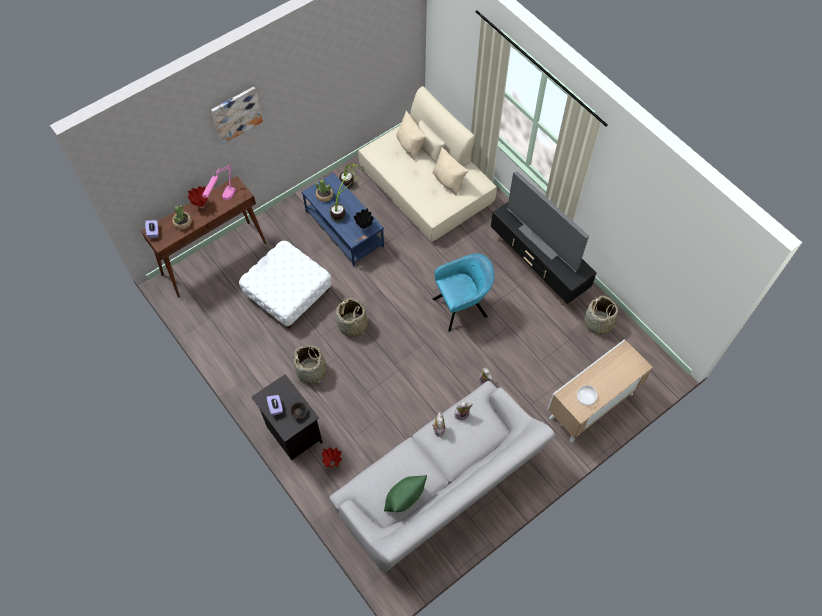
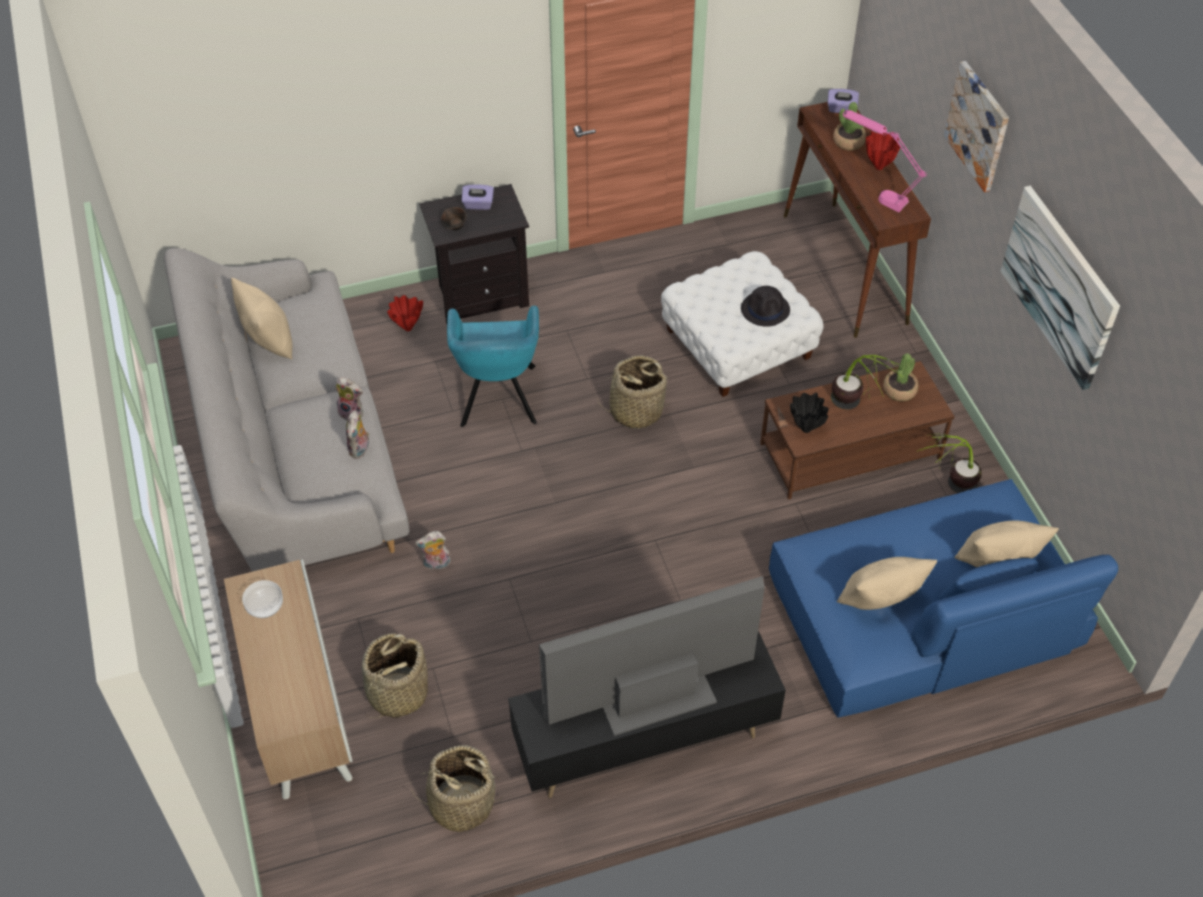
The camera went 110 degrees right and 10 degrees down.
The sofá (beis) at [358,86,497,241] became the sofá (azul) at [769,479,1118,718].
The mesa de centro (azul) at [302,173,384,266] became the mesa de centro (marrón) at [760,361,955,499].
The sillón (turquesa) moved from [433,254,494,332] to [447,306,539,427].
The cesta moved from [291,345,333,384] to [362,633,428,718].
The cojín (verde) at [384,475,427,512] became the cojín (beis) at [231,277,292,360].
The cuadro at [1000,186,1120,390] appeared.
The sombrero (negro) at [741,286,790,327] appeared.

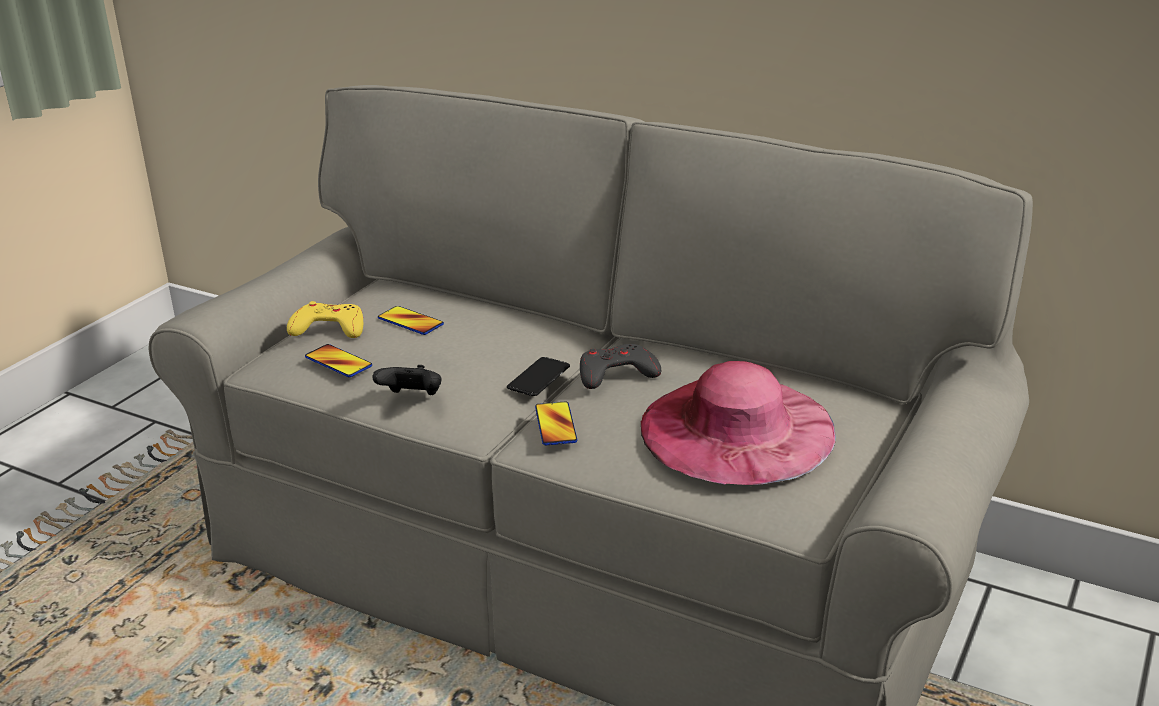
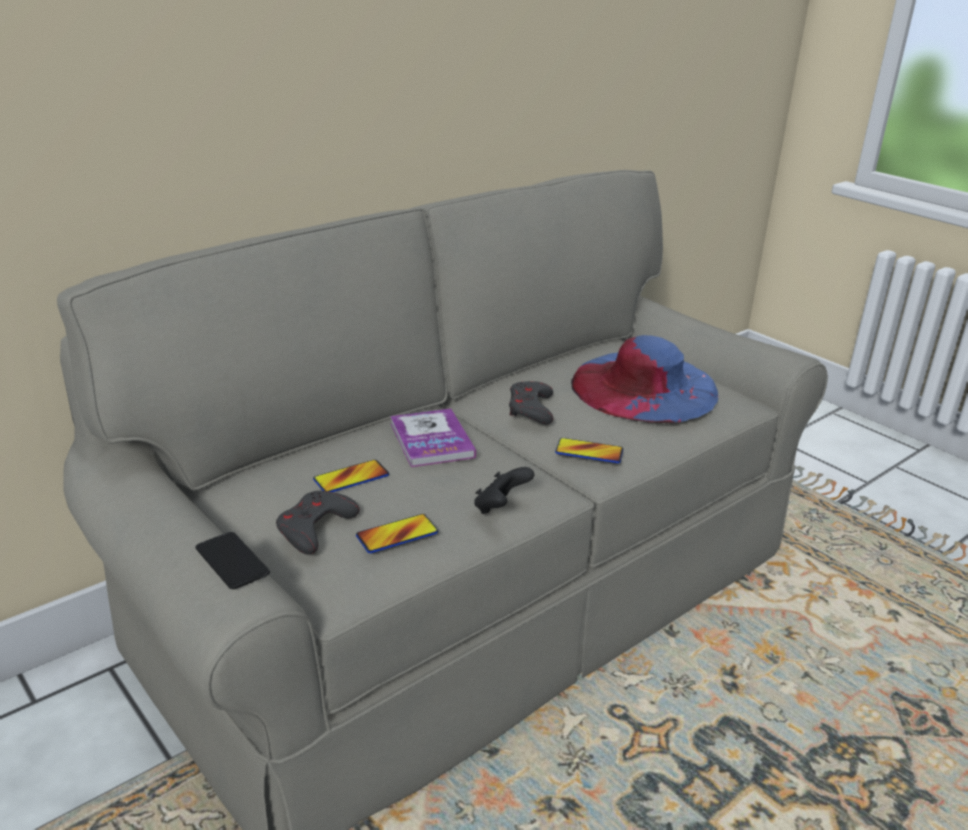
The camera went 70 degrees left and 0 degrees up.
The mando de consola (amarillo) at [287,301,363,338] became the mando de consola (gris) at [276,491,360,555].
The móvil moved from [507,357,570,396] to [195,532,270,589].
The sombrero (rosa) at [641,361,836,485] became the sombrero (azul) at [571,335,718,423].
The libro at [390,409,476,467] appeared.

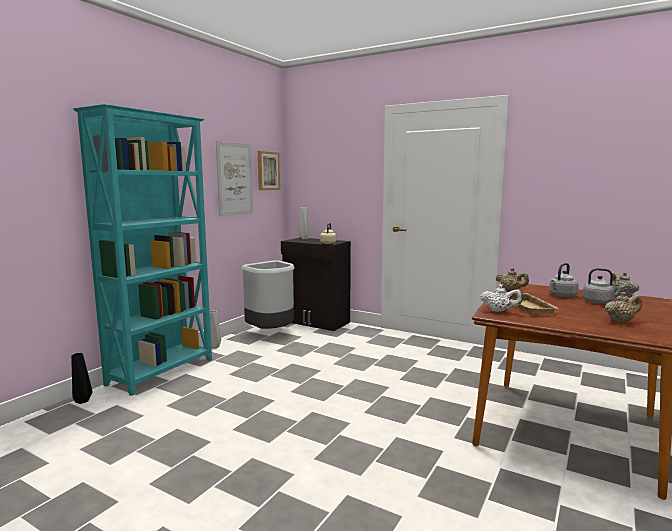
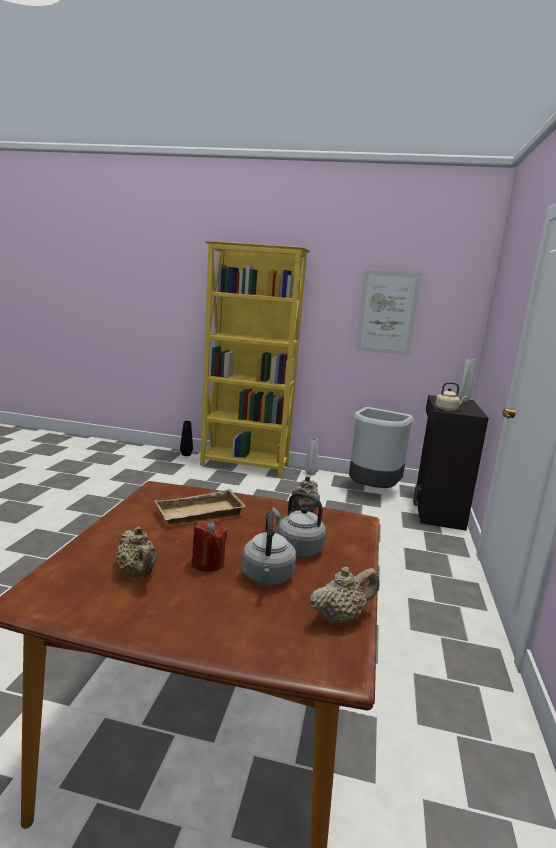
The camera went 70 degrees right and 5 degrees up.
The estantería (turquesa) at [73,104,212,396] became the estantería (amarillo) at [200,241,310,478].
The cuadro at [258,151,280,190] disappeared.
The tetera (blanco) at [480,284,522,312] disappeared.
The vela (rojo) at [192,519,227,572] appeared.

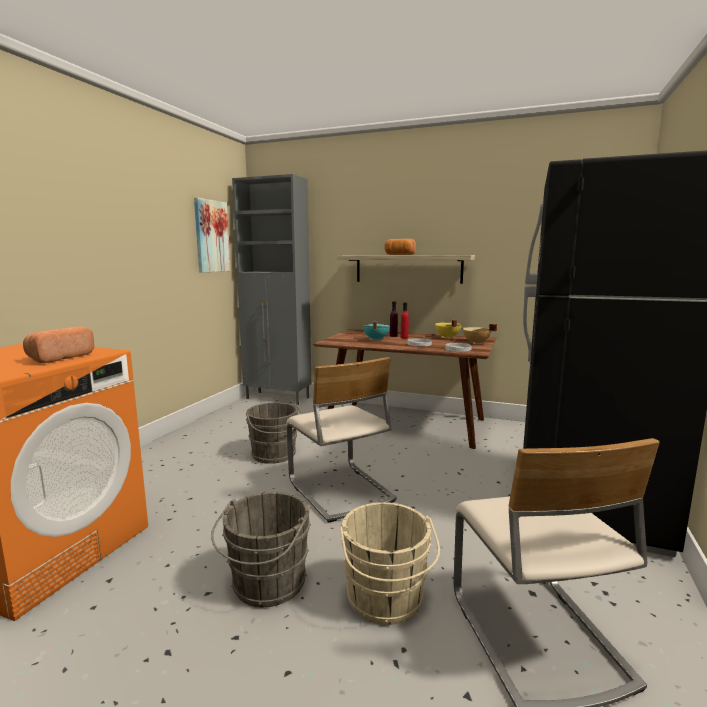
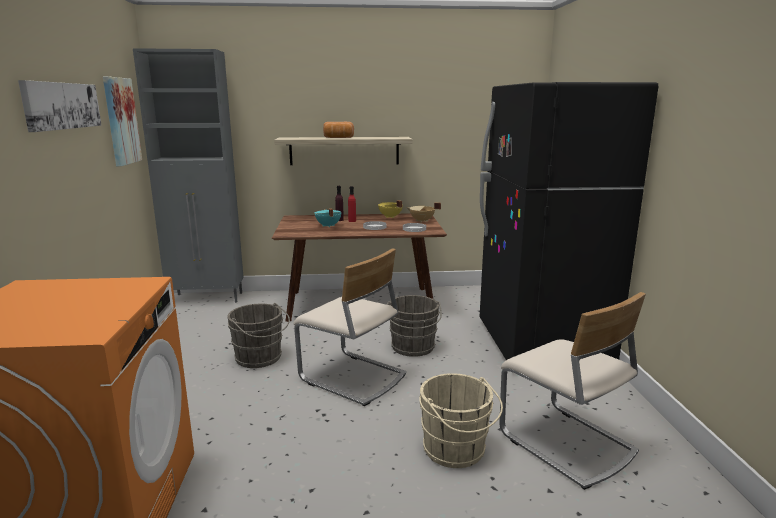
The camera went 25 degrees left and 5 degrees up.
The pan at [23,326,94,363] disappeared.
The cubo (gris) moved from [211,492,311,607] to [387,295,442,357].
The cuadro at [18,80,102,132] appeared.

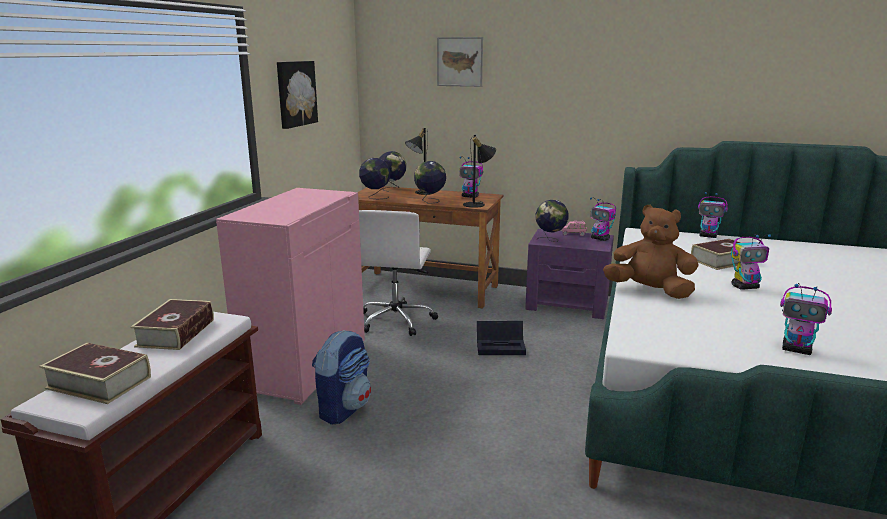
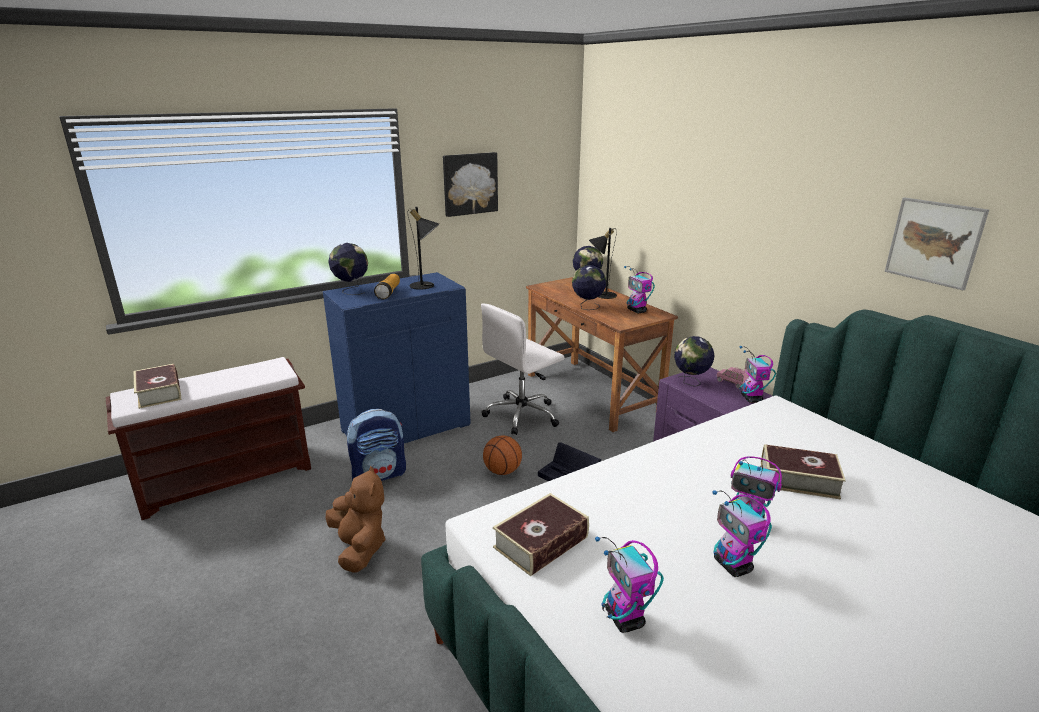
The camera went 40 degrees right and 5 degrees up.
The cuadro moved from [437,37,483,87] to [885,197,989,290].
The lámpara de mesa (negro) moved from [463,135,496,208] to [408,207,439,290].
The globo terráqueo moved from [359,158,390,199] to [328,243,368,295].
The armario (rosa) at [216,188,365,405] became the armario (azul) at [323,272,471,443].
The robot de juguete moved from [698,192,728,238] to [712,490,772,577].
The peluche (marrón) moved from [603,205,699,299] to [326,466,385,573].
The libro moved from [131,299,214,350] to [493,493,589,576].
The linterna at [374,274,400,300] appeared.
The balón de baloncesto at [483,435,522,475] appeared.

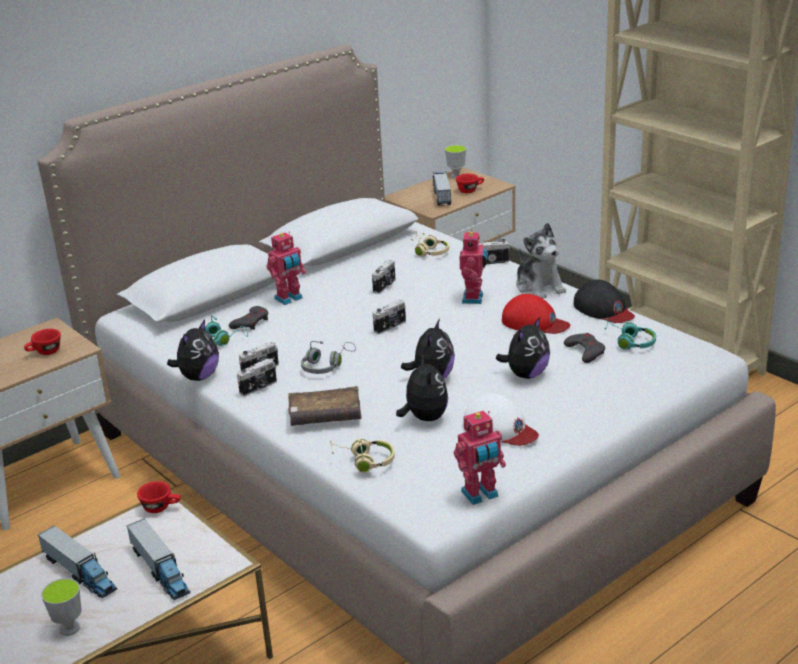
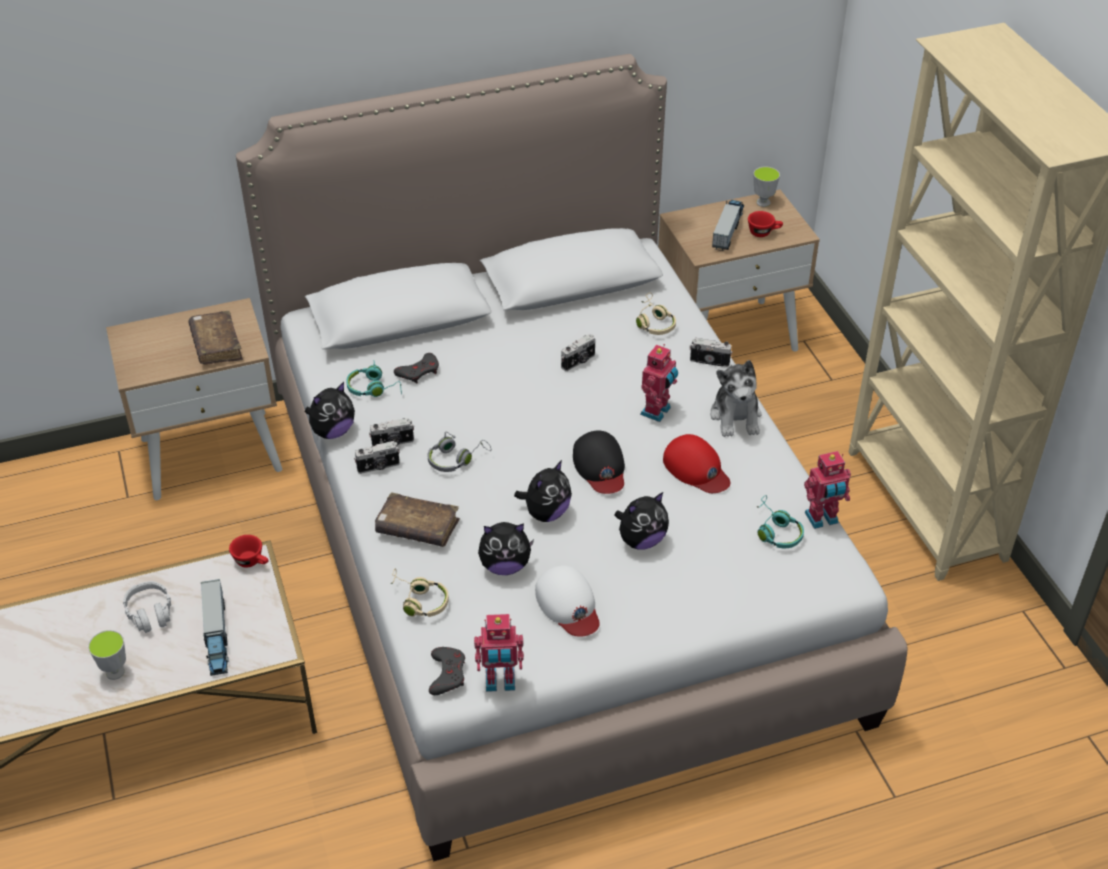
The camera went 20 degrees right and 15 degrees up.
The robot de juguete moved from [266,231,306,305] to [804,451,851,529].
The gorra (negro) moved from [574,279,635,323] to [573,430,625,494].
The cámara at [373,300,406,334] disappeared.
The taza (rojo) at [24,329,61,355] was replaced by the libro (marrón) at [188,311,243,365].
The mando de consola (gris) moved from [564,333,605,363] to [429,647,465,695].
The peluche at [396,354,448,421] turned 75 degrees clockwise.
The camión de juguete at [38,525,117,599] was replaced by the auriculares (gris) at [123,581,171,633].

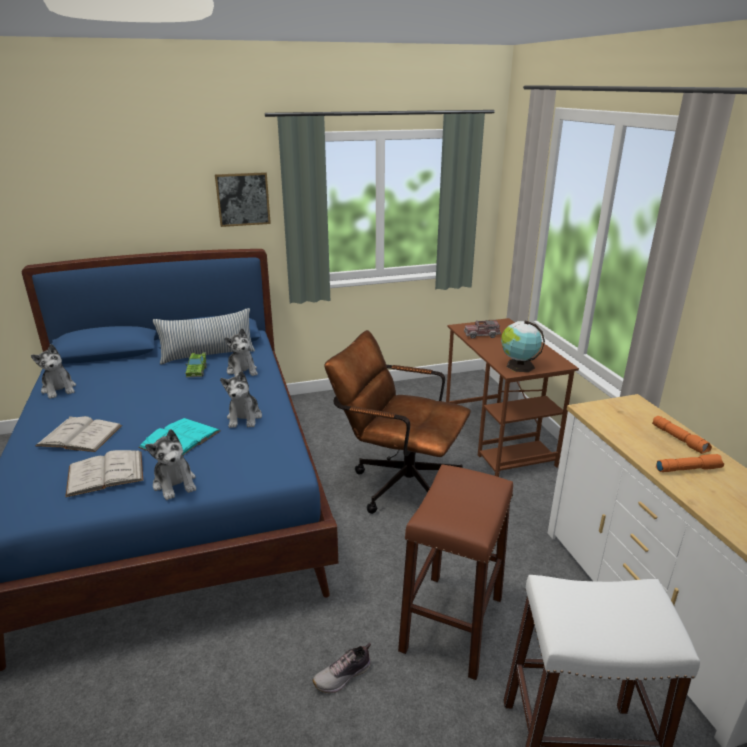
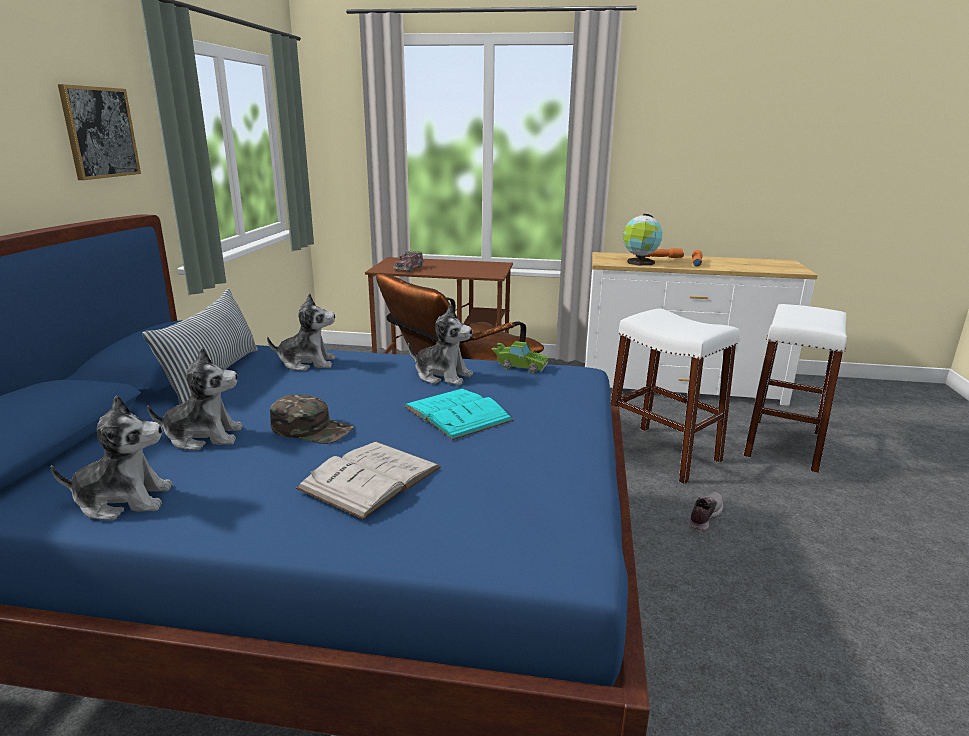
The camera went 65 degrees left and 5 degrees down.
The globo terráqueo moved from [501,320,545,372] to [623,214,662,266].
The coche de juguete (verde) moved from [185,352,207,377] to [492,341,549,373].
The peluche moved from [145,429,196,500] to [147,348,243,450].
The libro (blanco) at [65,450,143,497] disappeared.
The taburete (marrón) at [398,464,513,680] became the taburete (blanco) at [611,308,740,484].
The zapato at [312,643,371,693] turned 135 degrees counterclockwise.
The gorra (verde) at [270,395,354,444] appeared.

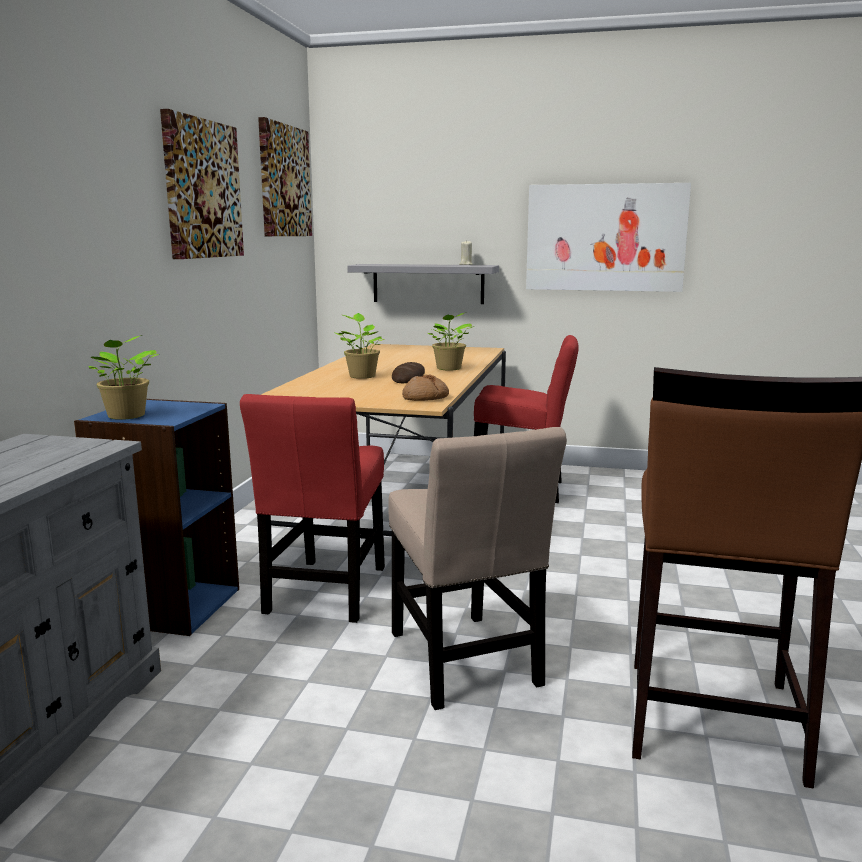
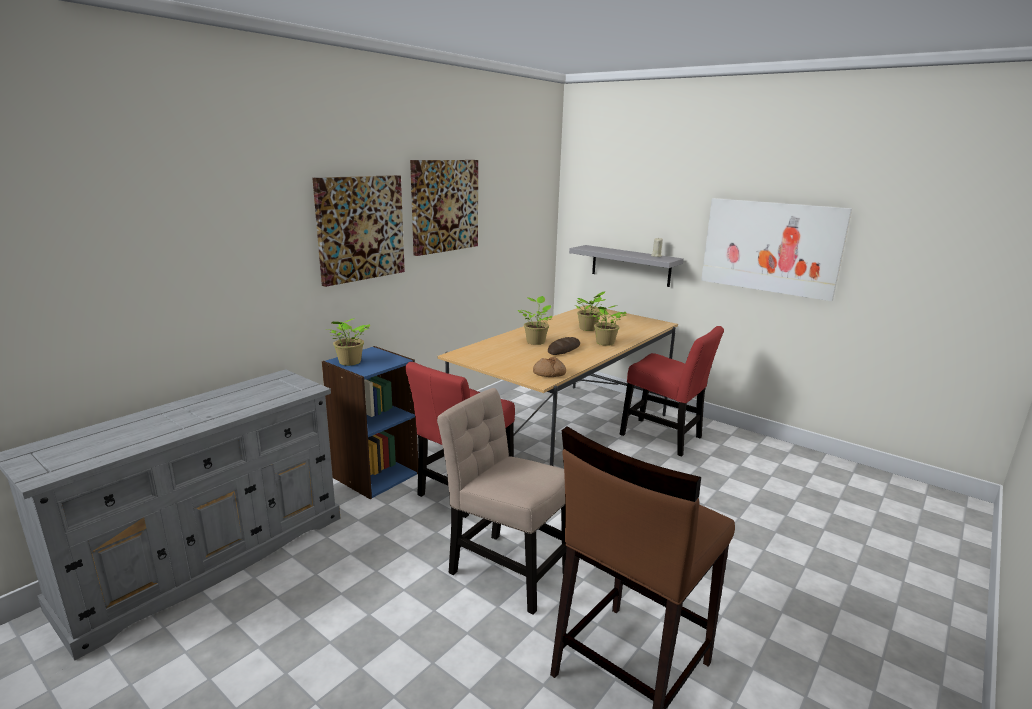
The camera went 25 degrees right and 5 degrees up.
The cuadro moved from [258,117,312,236] to [312,175,405,287].
The silla (beis) at [388,427,567,710] turned 120 degrees clockwise.
The planta en maceta at [574,292,606,331] appeared.

